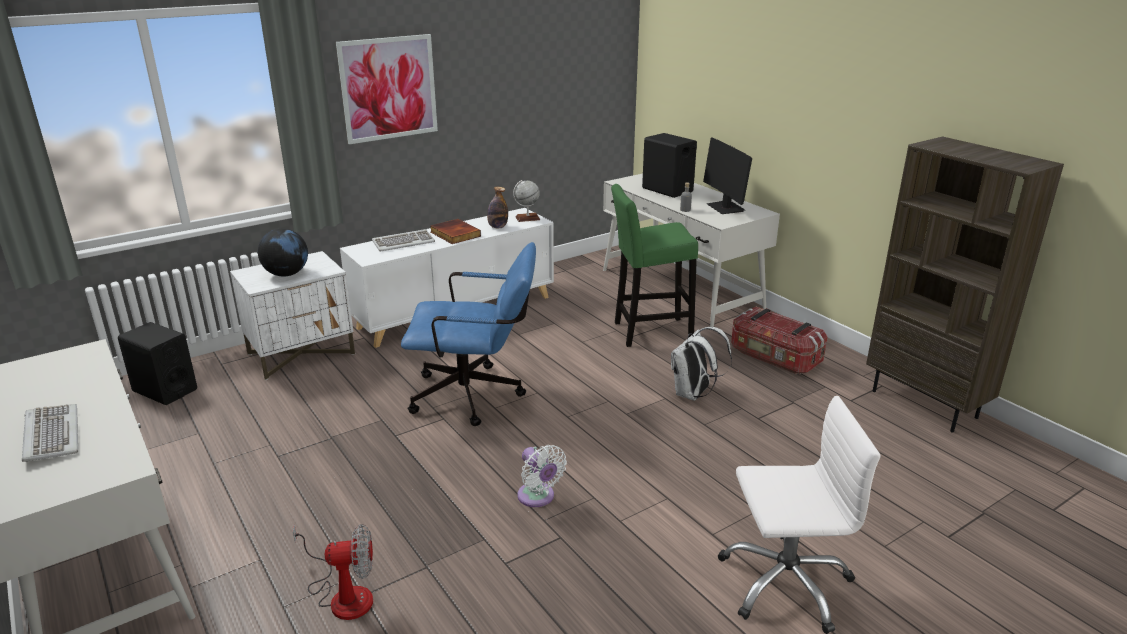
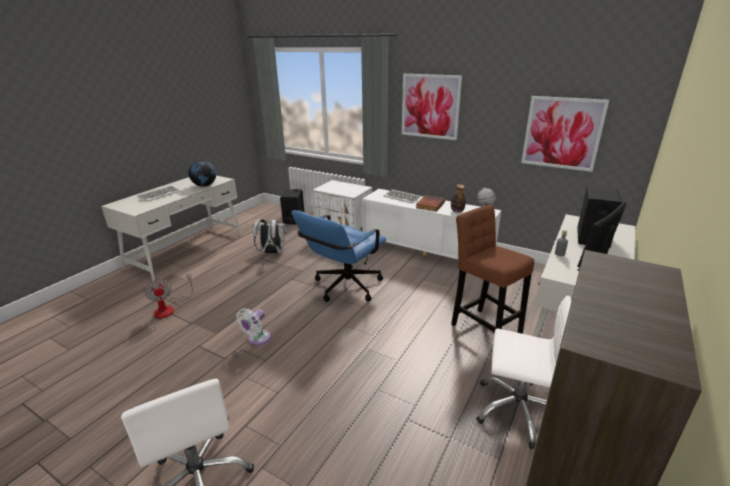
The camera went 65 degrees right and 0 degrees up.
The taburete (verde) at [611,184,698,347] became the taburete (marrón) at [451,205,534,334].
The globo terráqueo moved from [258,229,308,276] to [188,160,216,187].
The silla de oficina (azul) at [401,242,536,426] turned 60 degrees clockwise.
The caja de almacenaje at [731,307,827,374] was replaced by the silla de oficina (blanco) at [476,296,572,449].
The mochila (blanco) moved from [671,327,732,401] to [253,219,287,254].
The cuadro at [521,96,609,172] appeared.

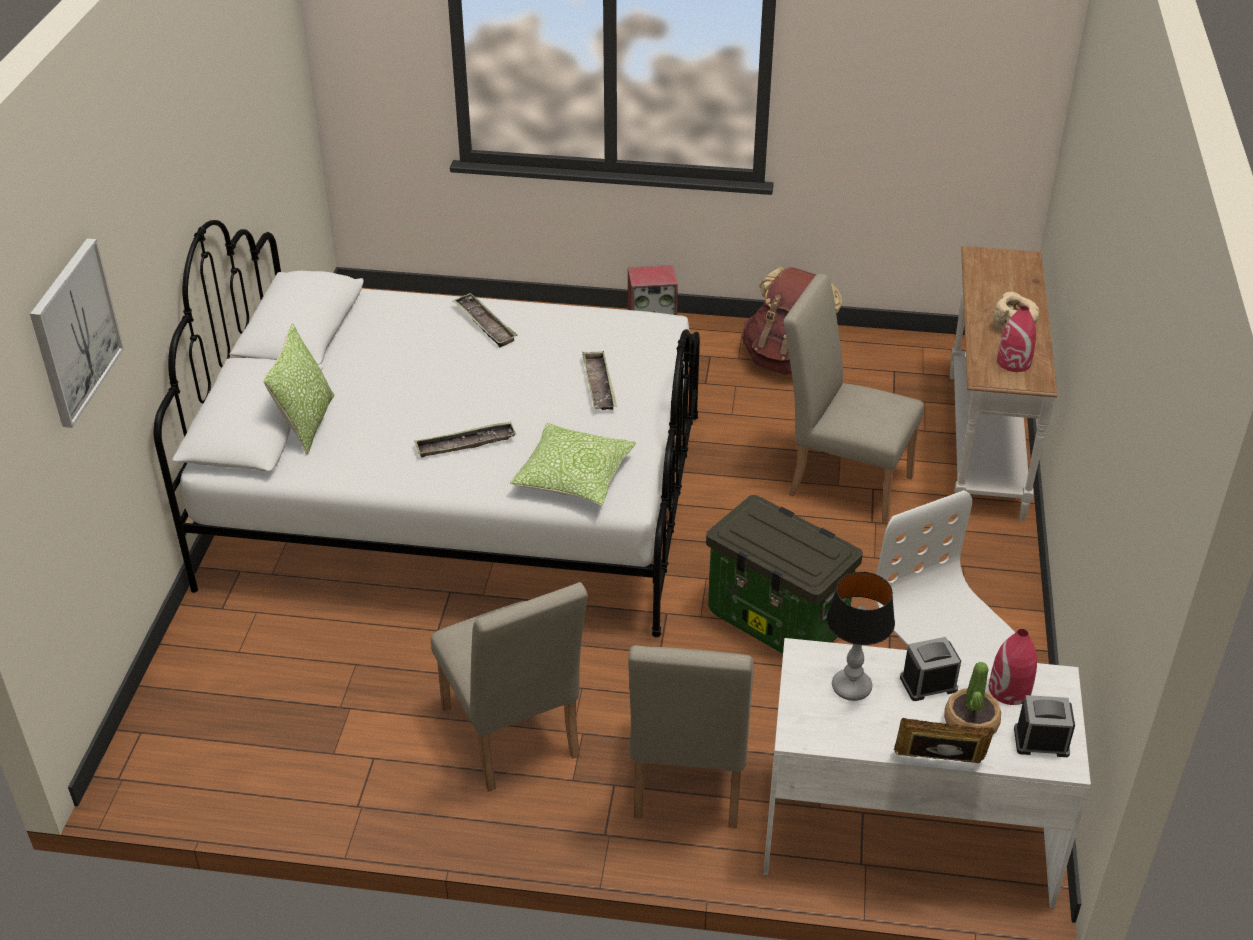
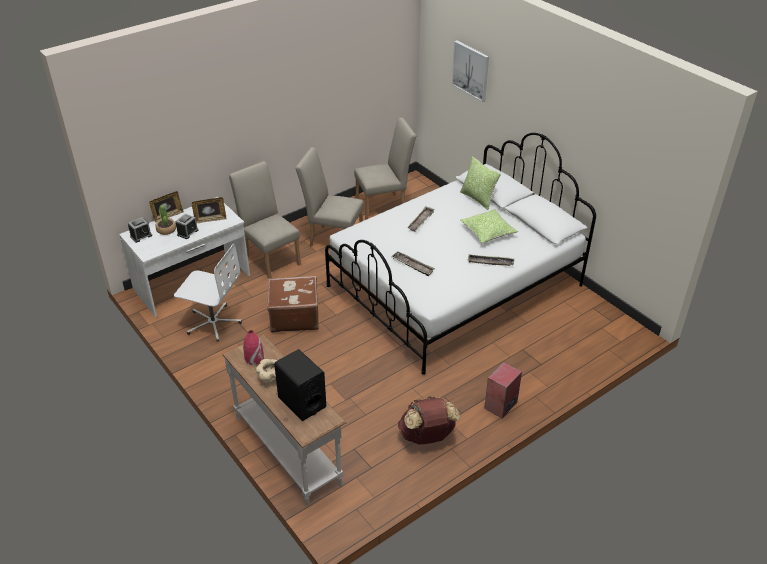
The camera went 135 degrees right and 0 degrees up.
The silla (beis) moved from [783,274,924,525] to [354,118,417,220].
The cojín moved from [510,423,636,506] to [460,209,518,244].
The caja de almacenaje at [706,495,863,654] was replaced by the maleta (marrón) at [267,276,319,333].
The lámpara de mesa at [826,572,895,701] was replaced by the portarretratos at [192,197,227,223].
The florero (rojo) at [989,629,1037,705] disappeared.
The altavoz (negro) at [274,349,326,421] appeared.

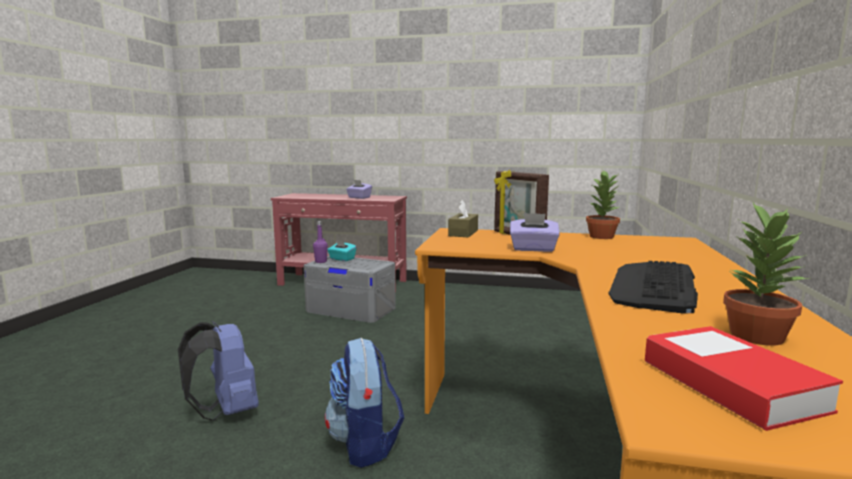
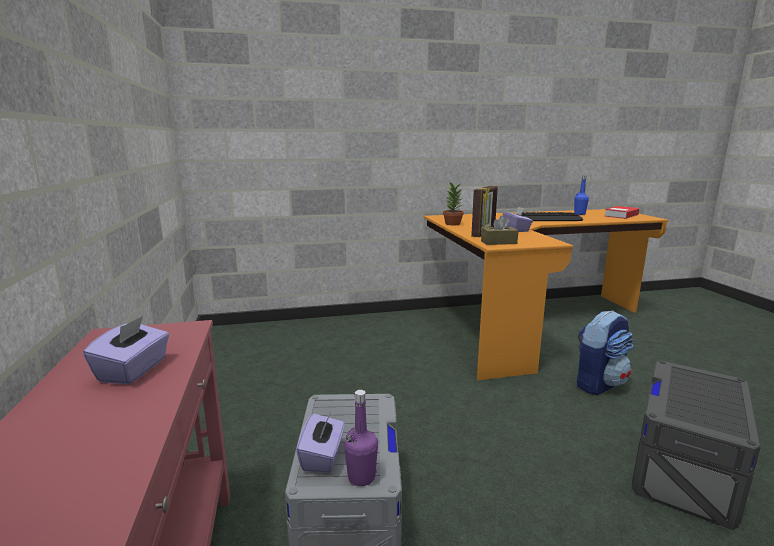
The camera went 115 degrees left and 5 degrees up.
The planta en maceta at [723,202,808,346] was replaced by the botella (azul) at [574,176,589,215].
The caja de pañuelos (turquesa) at [327,240,357,261] became the caja de pañuelos (morado) at [296,413,345,473].
The mochila (azul) at [178,320,259,421] was replaced by the caja de almacenaje (gris) at [632,361,760,530].

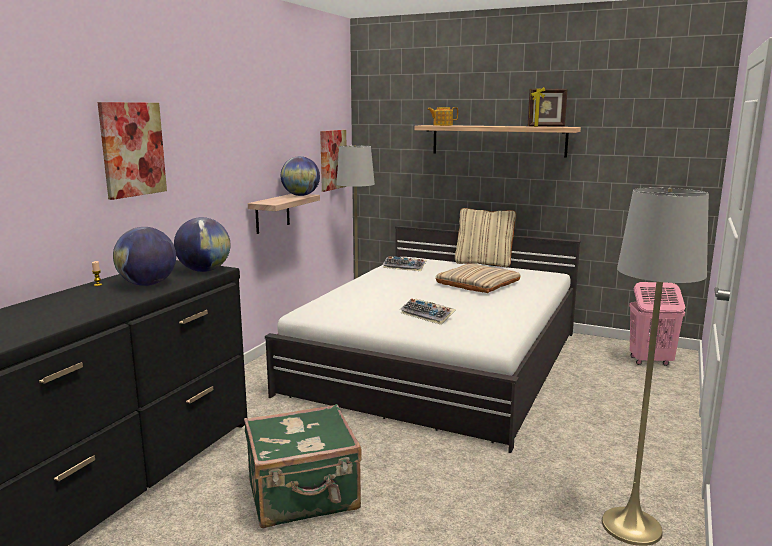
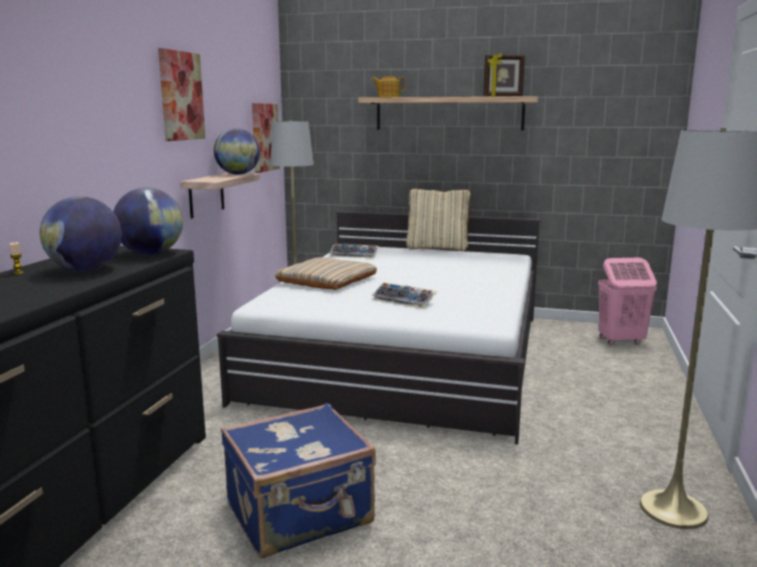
The camera went 10 degrees left and 0 degrees up.
The cuadro moved from [98,102,167,200] to [158,48,205,141].
The cojín (beis) moved from [435,264,521,293] to [275,257,377,290].
The maleta (verde) at [244,404,362,528] became the maleta (azul) at [221,403,376,558].

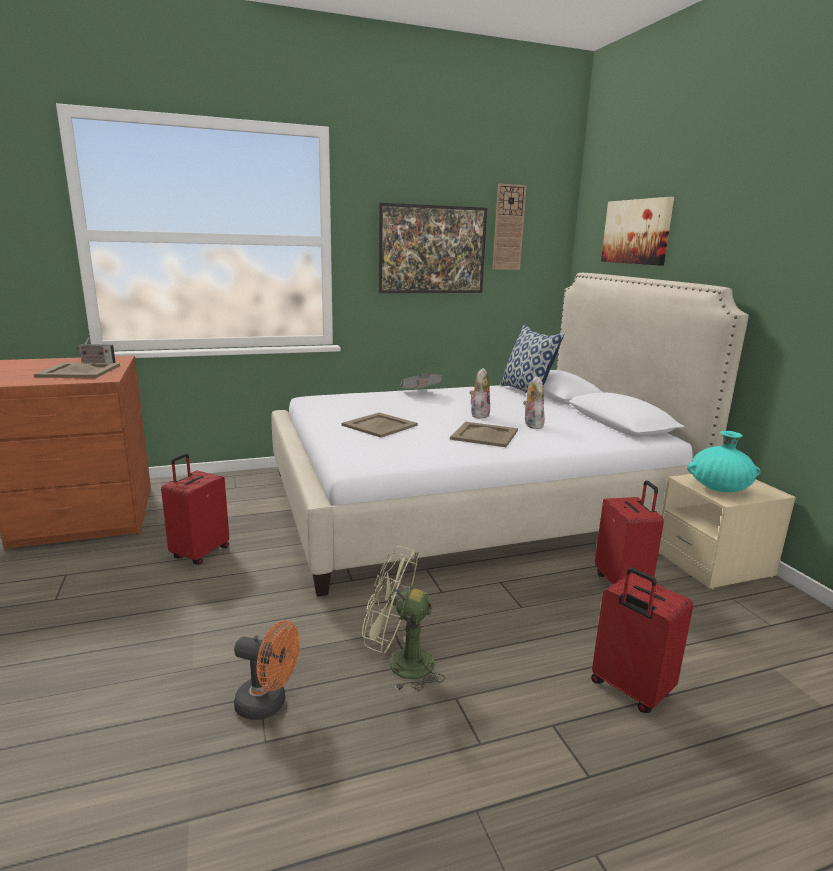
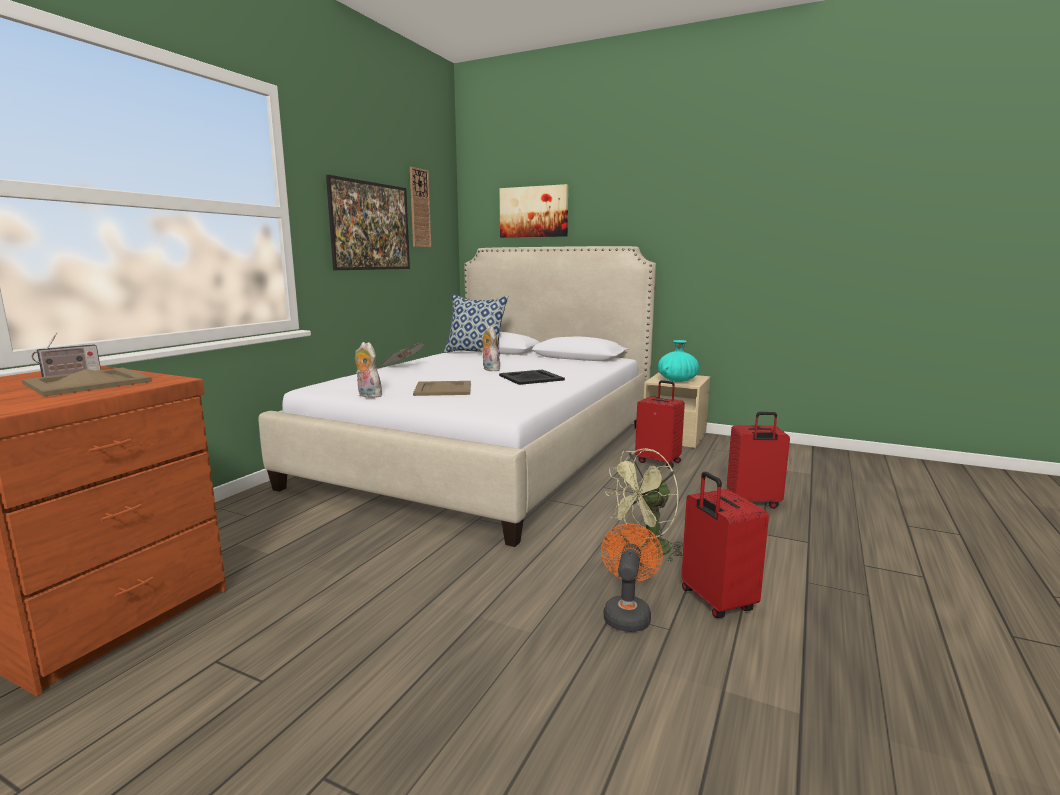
The camera went 45 degrees left and 5 degrees down.
The peluche moved from [523,376,545,429] to [355,342,382,398].
The bandeja (beis) at [450,422,518,447] became the bandeja (negro) at [499,370,565,385].
The maleta (rojo) moved from [161,454,229,565] to [681,472,769,618].
The ventilador (naranja) at [234,621,300,720] turned 45 degrees counterclockwise.

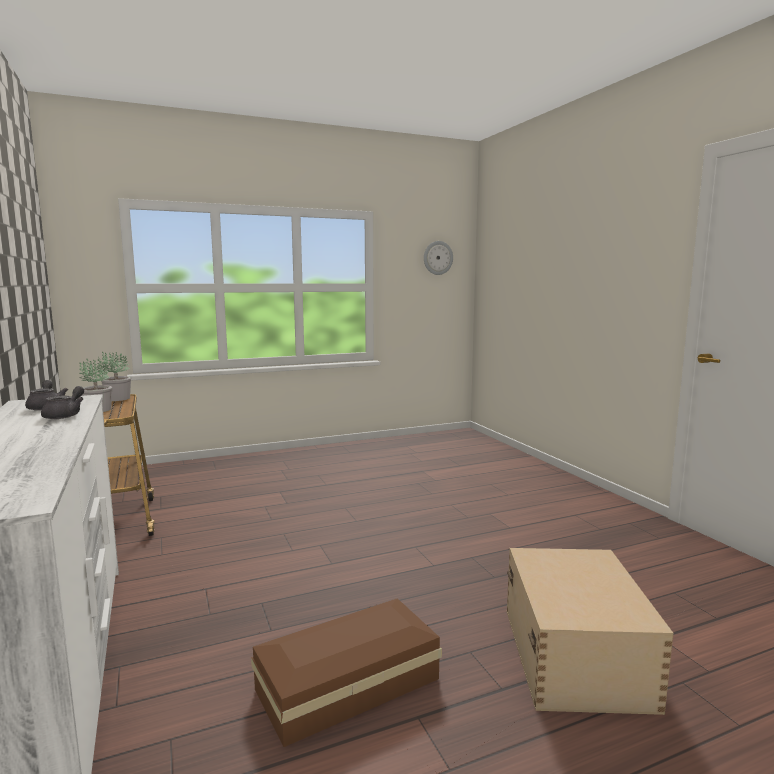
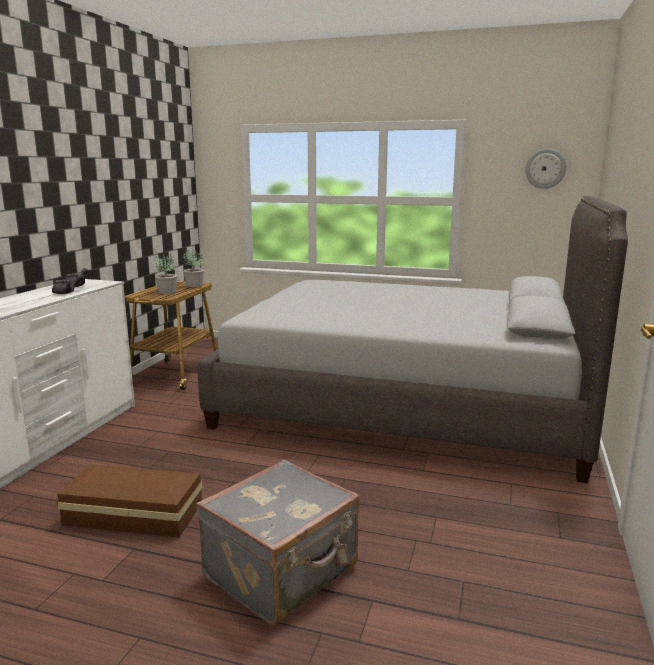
The camera went 40 degrees right and 5 degrees up.
The caja de almacenaje (beis) at [507,548,674,715] was replaced by the maleta (gris) at [196,459,360,625].
The cama (gris) at [198,196,628,483] appeared.

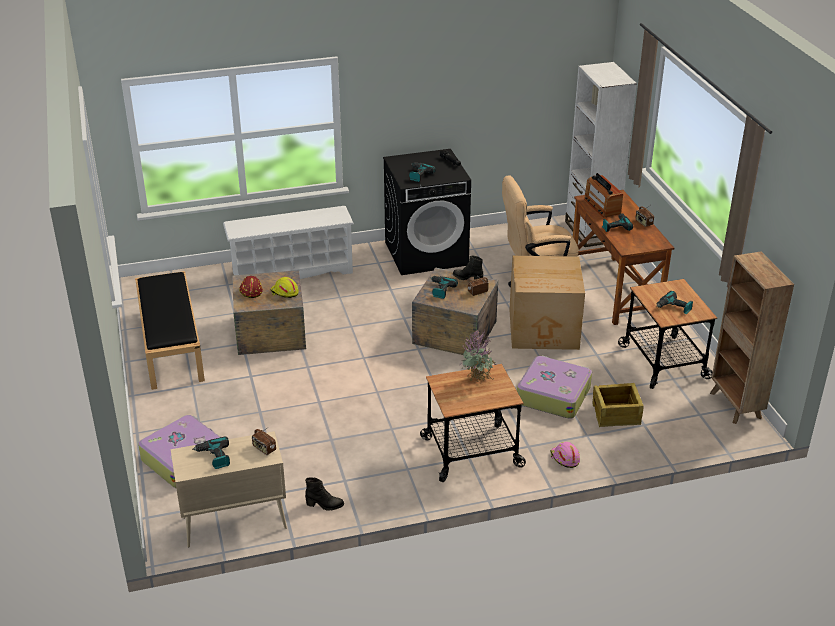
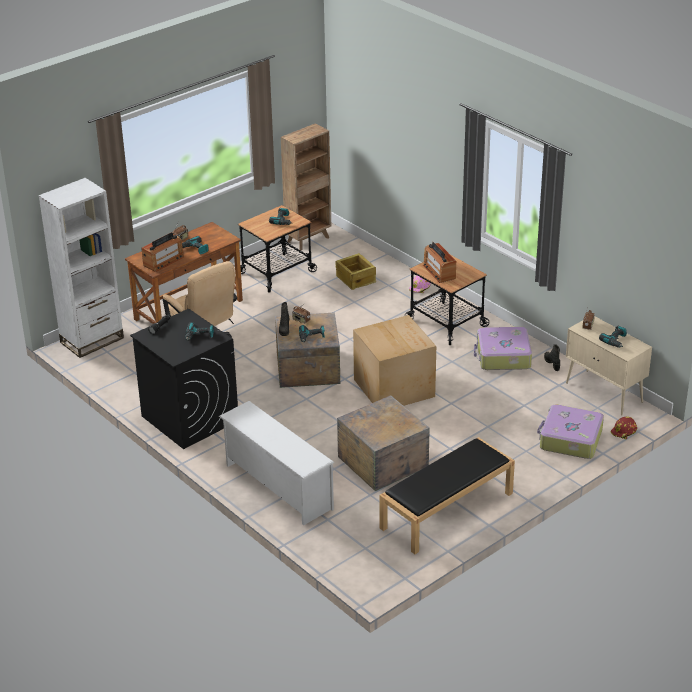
The camera went 115 degrees left and 0 degrees up.
The caja de cartón moved from [509,256,585,350] to [353,315,436,406].
The casco (rojo) moved from [239,276,263,298] to [611,417,637,439].
The casco (amarillo) at [270,277,299,298] disappeared.
The planta en maceta at [460,330,497,384] was replaced by the radio at [423,242,456,283].
The maleta moved from [517,356,592,419] to [474,327,532,370].

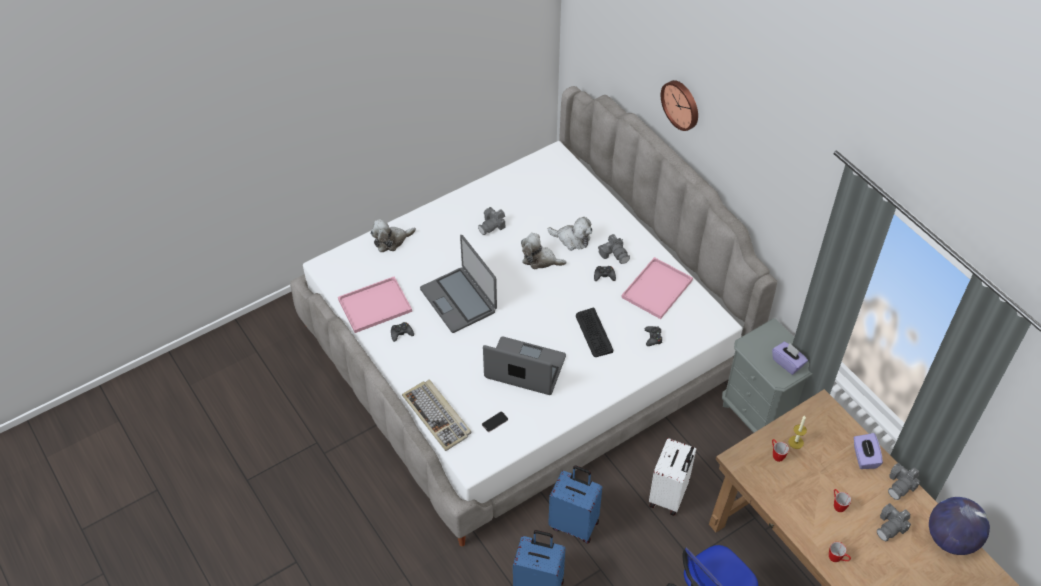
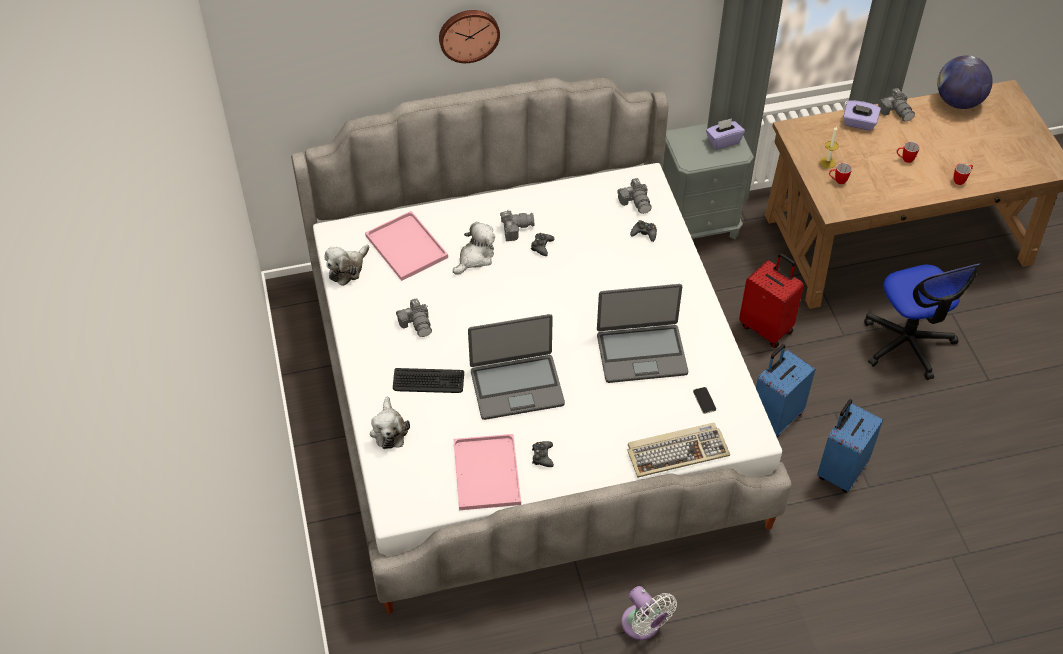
The camera went 70 degrees left and 0 degrees up.
The peluche moved from [521,233,567,269] to [324,244,369,286].
The bandeja (rosa) moved from [621,257,693,319] to [365,211,448,281].
The teclado moved from [576,308,613,357] to [393,368,464,393].
The portátil at [483,336,566,395] turned 135 degrees counterclockwise.
The maleta (blanco) at [649,438,697,516] became the maleta (rojo) at [739,254,804,348].
The cámara moved from [877,503,911,541] to [617,178,652,214].
The ventilador (blanco) at [621,586,677,640] appeared.

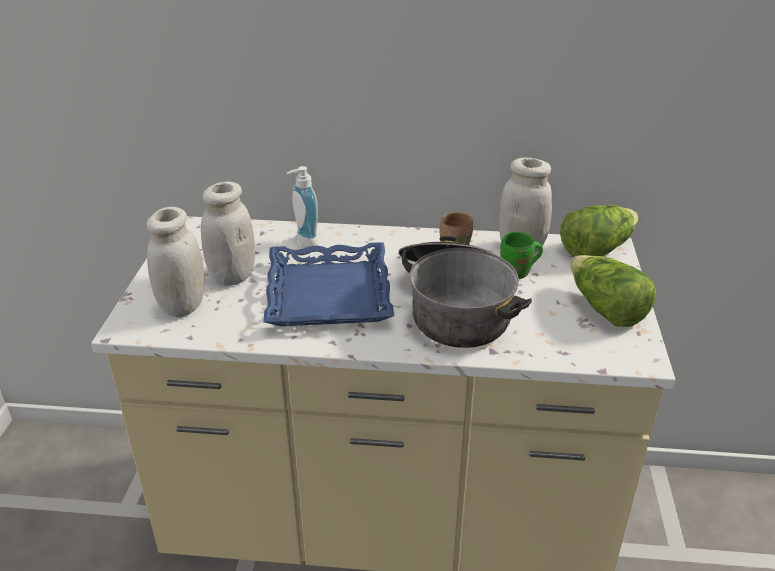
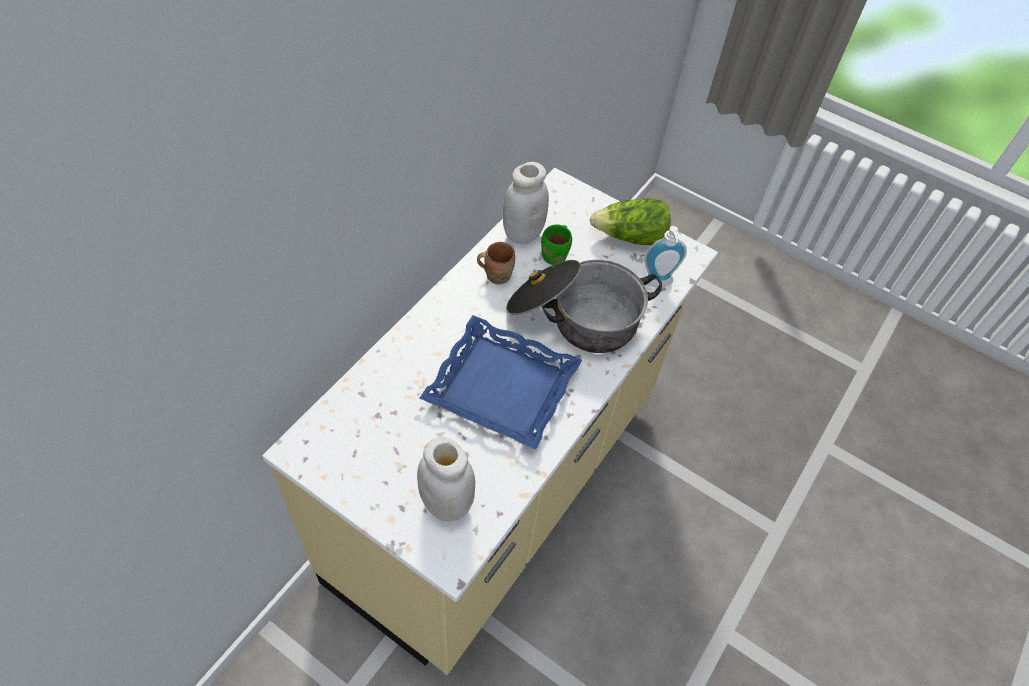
The camera went 65 degrees left and 20 degrees up.
The dispensador de jabón moved from [287,166,319,247] to [644,226,687,287].
The tarro (blanco) at [201,181,255,286] disappeared.
The lechuga at [560,205,638,257] disappeared.

